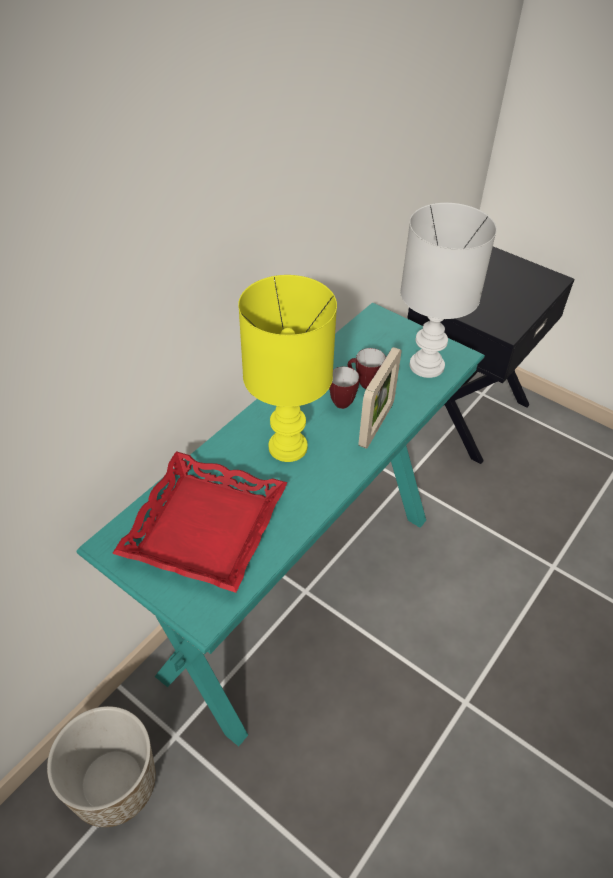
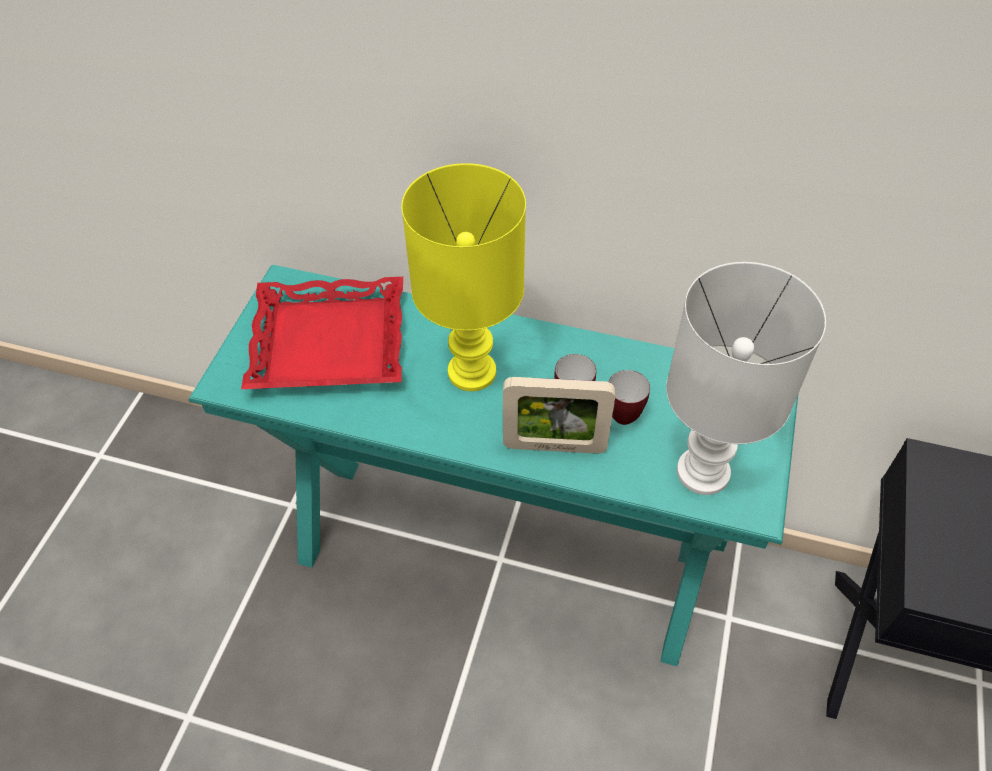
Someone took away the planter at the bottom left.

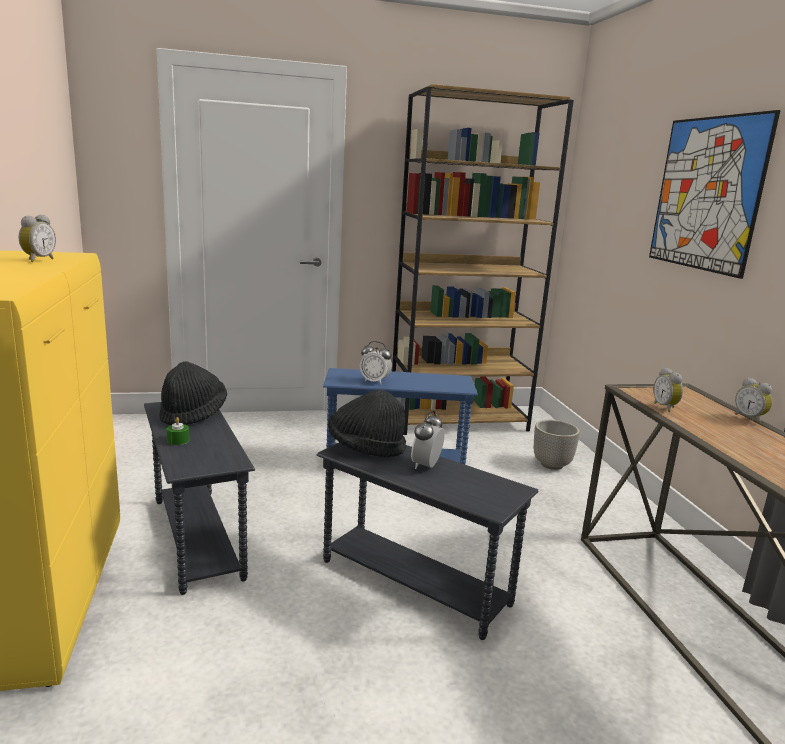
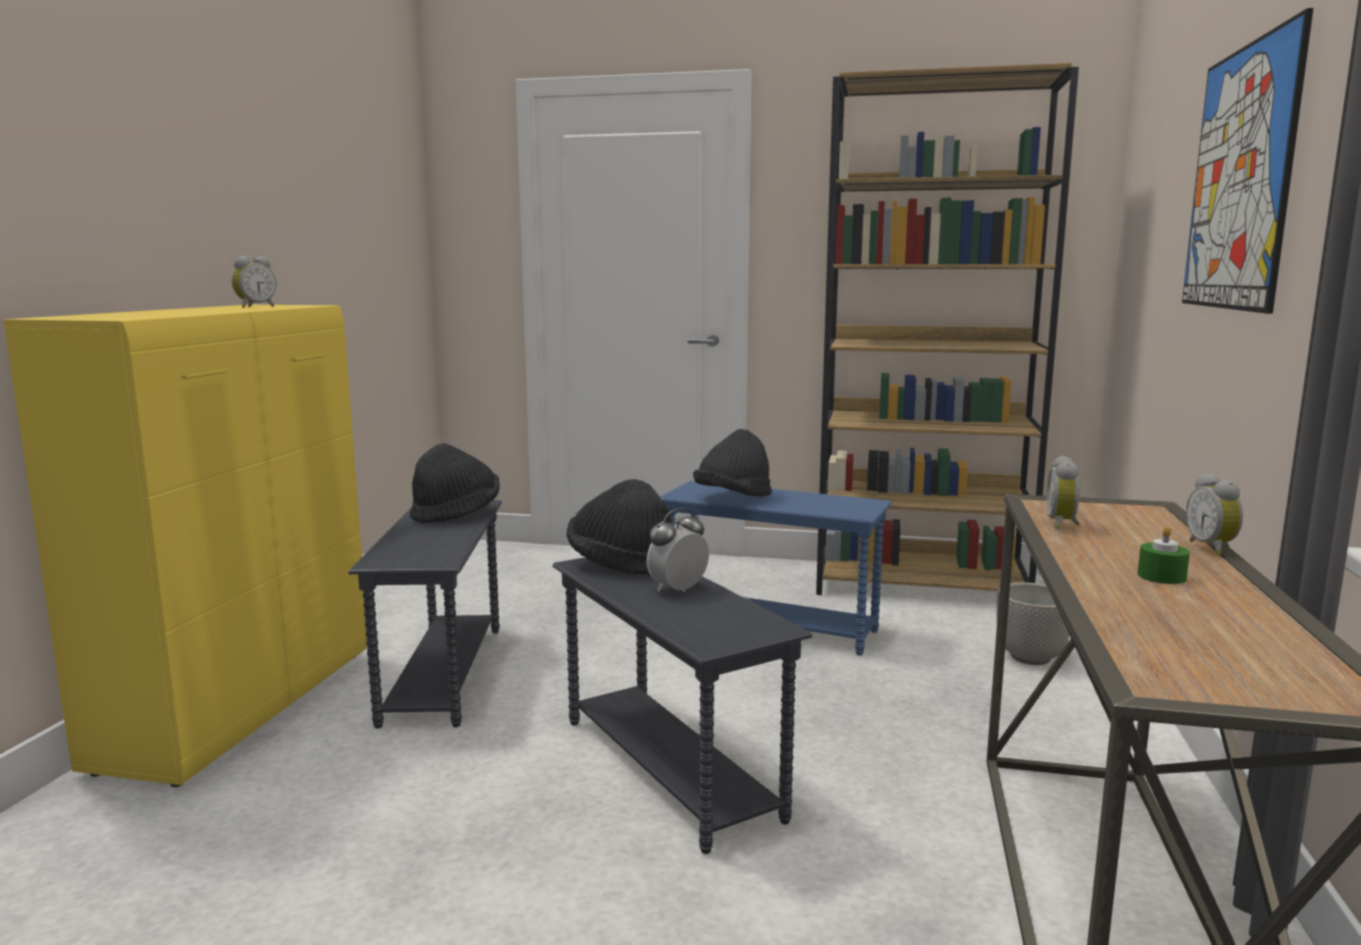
Someone carried the candle/green from the middle left to the middle right.
Someone swapped the alarm clock (2nd from left) at the centre for the hat/black (3rd from left) at the centre.

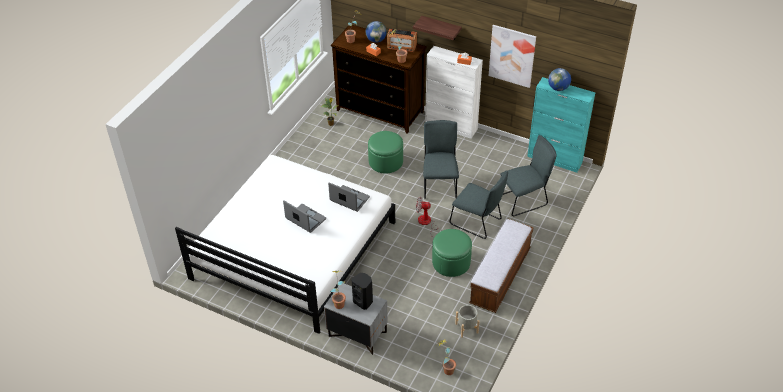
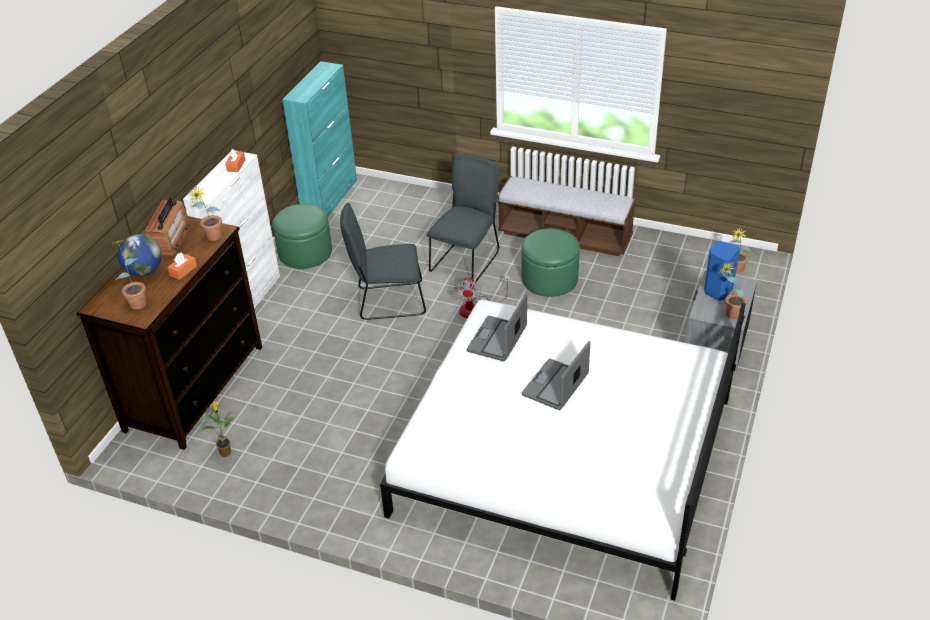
Someone repainted the speaker/black at the bottom centre, which became the speaker/blue at the middle right.
Someone carried the ottoman/green (1st from left) from the centre to the middle left.
Someone took away the shelf at the top centre.
Someone took away the planter/grey at the bottom centre.
Someone took away the picture at the top centre.
Someone took away the chair/grey (3rd from left) at the middle right.
Someone took away the globe (2nd from left) at the top right.

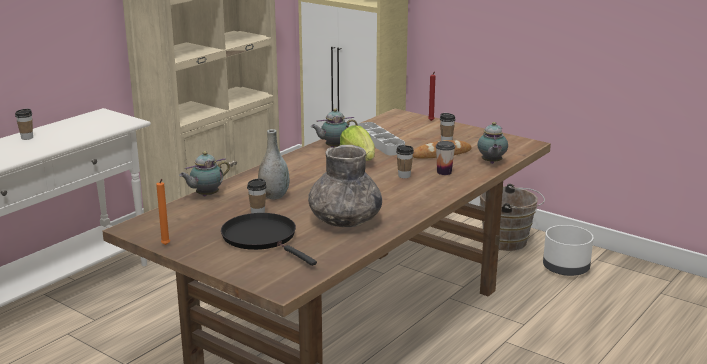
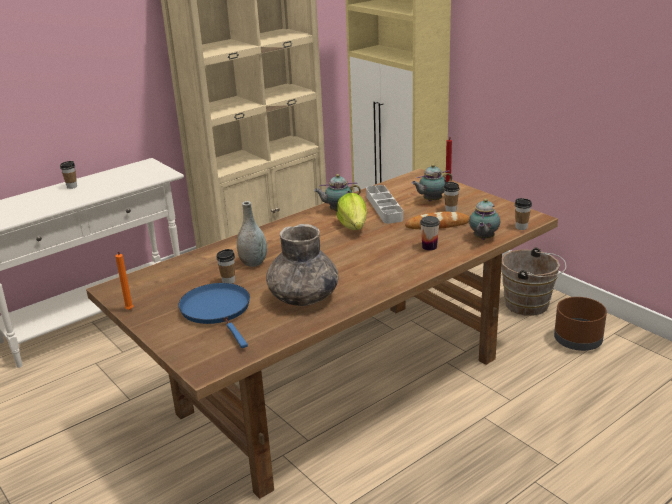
Someone carried the teapot (1st from left in the first image) from the middle left to the centre.
Someone repainted the frying pan/black at the centre, which became the frying pan/blue at the middle left.
Someone carried the cup (3rd from left in the first image) from the centre to the middle right.
Someone repainted the planter/white at the bottom right, which became the planter/brown at the middle right.

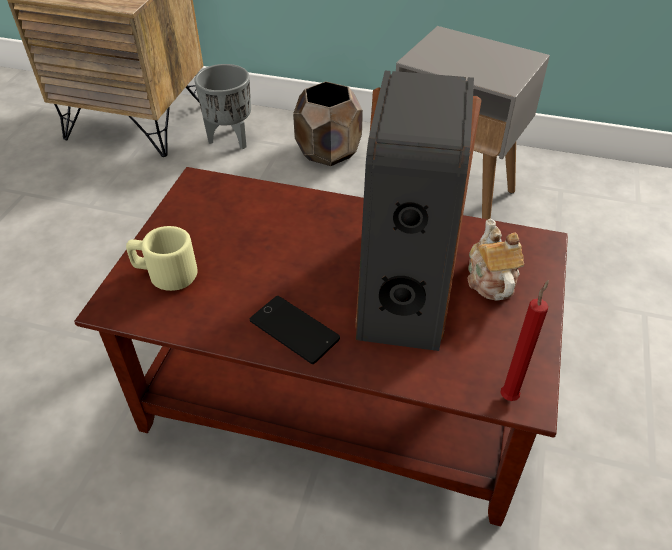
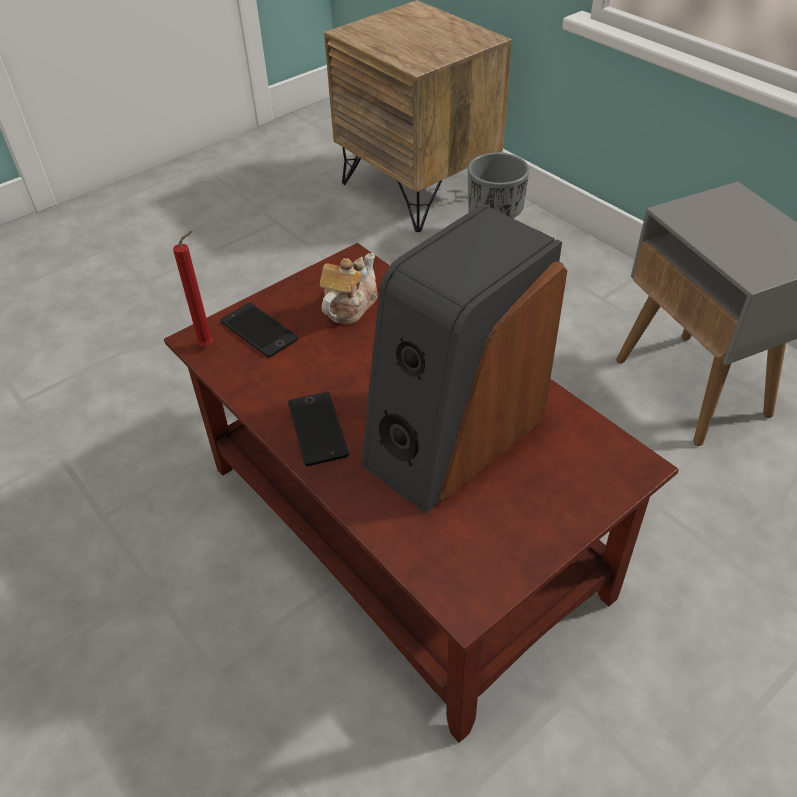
Someone swapped the mug/beige at the middle left for the phone (1st from left) at the middle left.
Someone took away the planter/brown at the top centre.
Someone carried the teapot from the middle right to the centre.
Someone carried the candle/red from the middle right to the middle left.

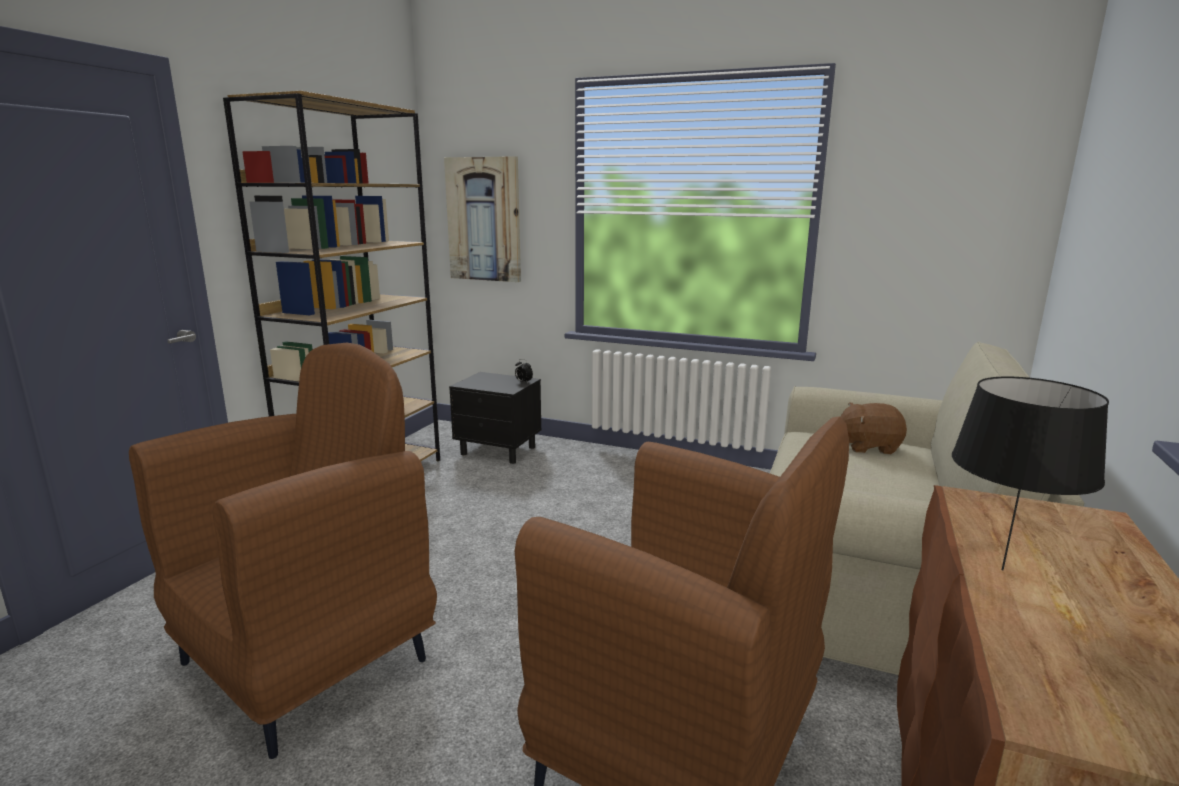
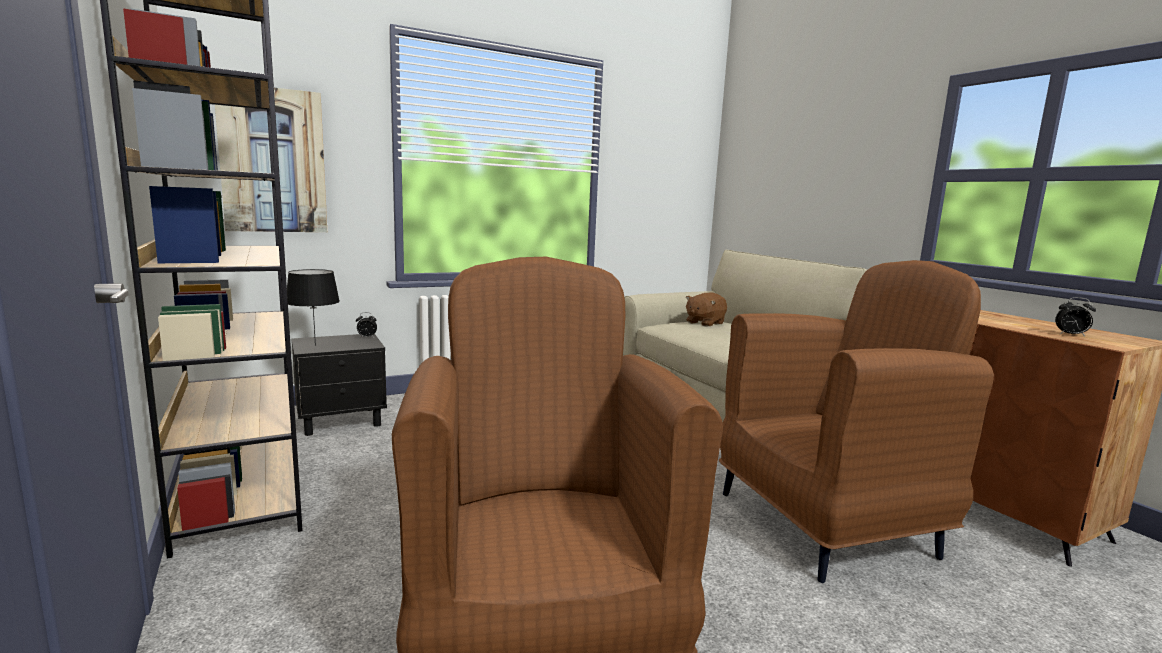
Someone carried the table lamp/black from the middle right to the middle left.
Someone put down the alarm clock (2nd from left) at the middle right.

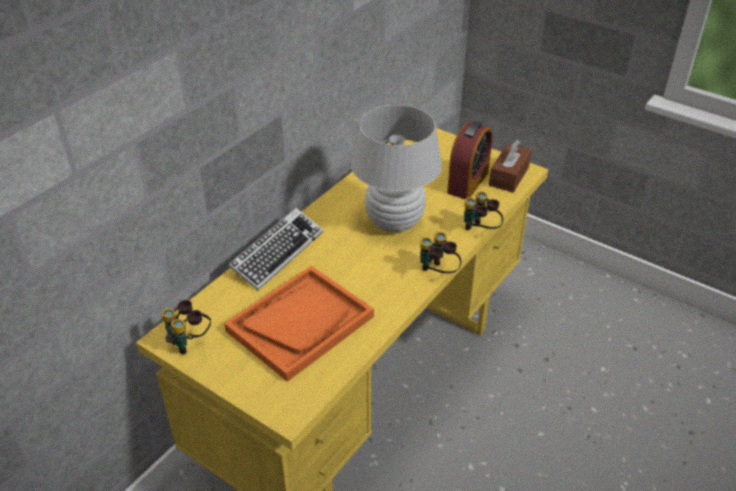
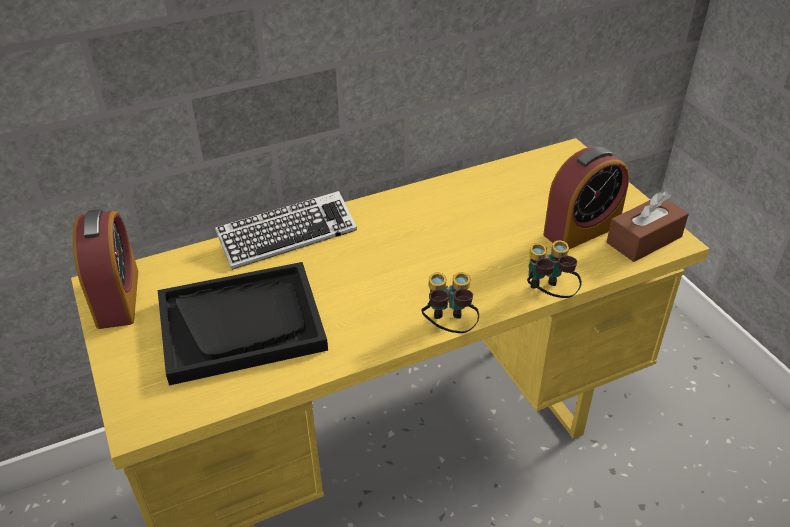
Someone swapped the binoculars (1st from left) at the middle left for the alarm clock (1st from left) at the middle left.
Someone repainted the tray/orange at the centre, which became the tray/black at the middle left.
Someone took away the table lamp/white at the centre.

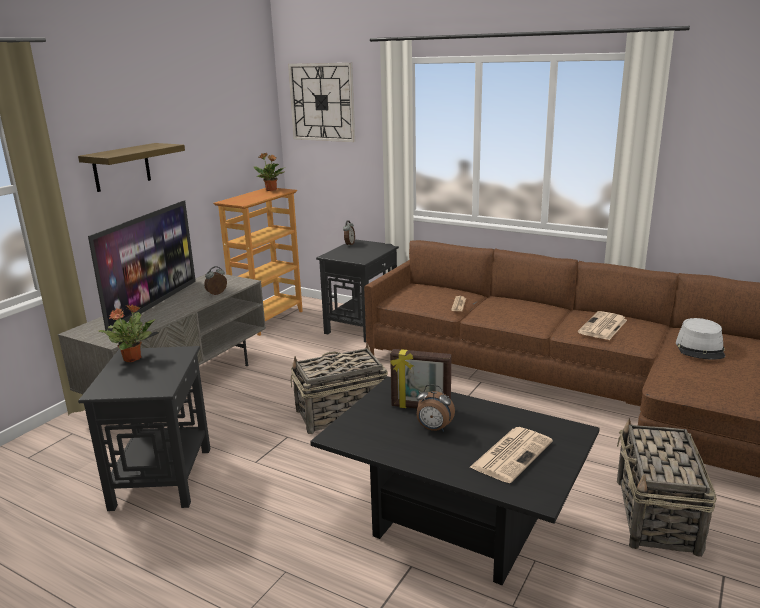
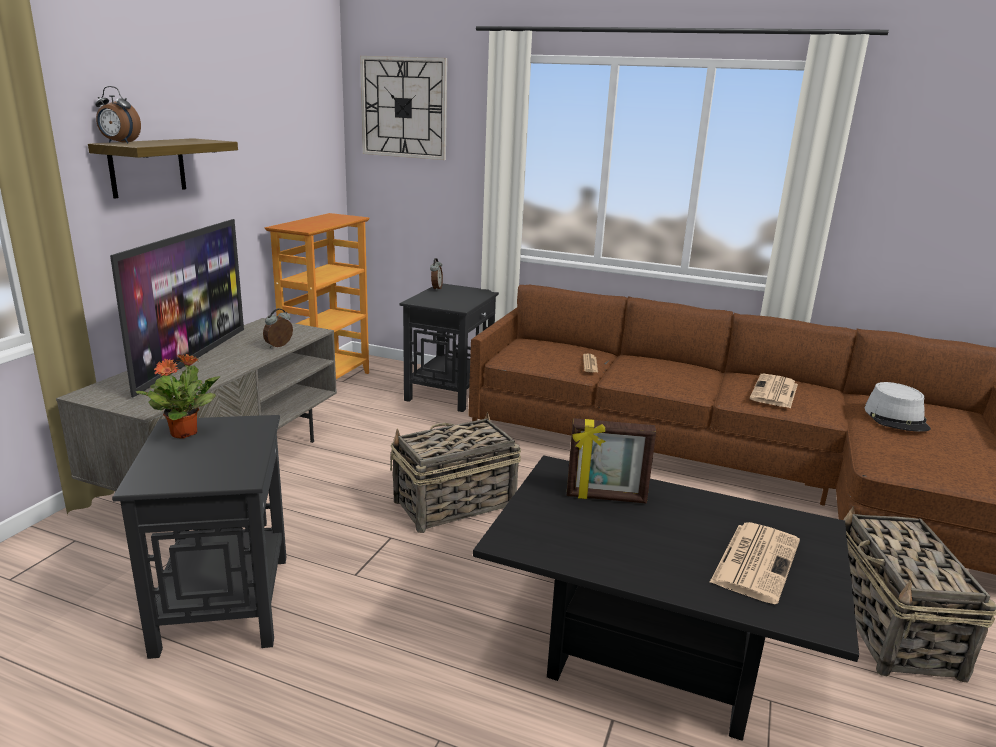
Someone took away the potted plant (2nd from left) at the top centre.
Someone carried the alarm clock (3rd from left in the first image) from the bottom centre to the top left.

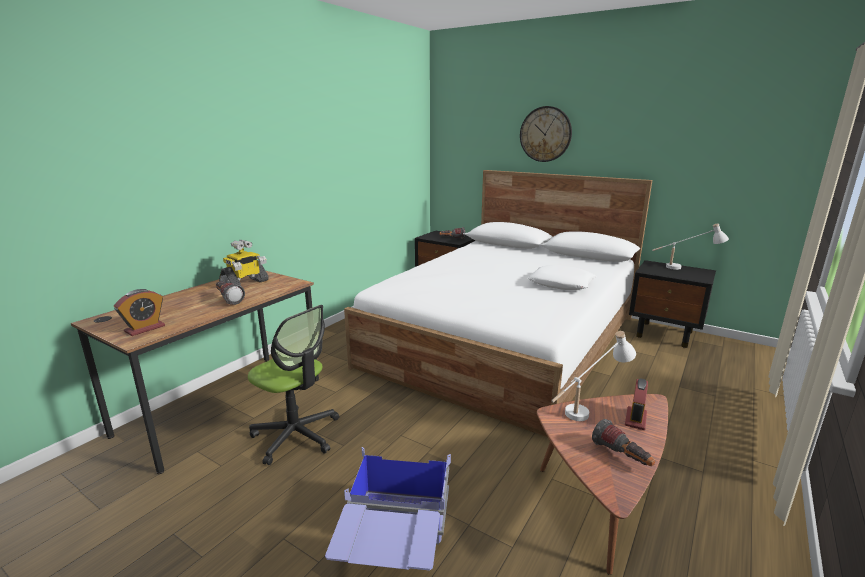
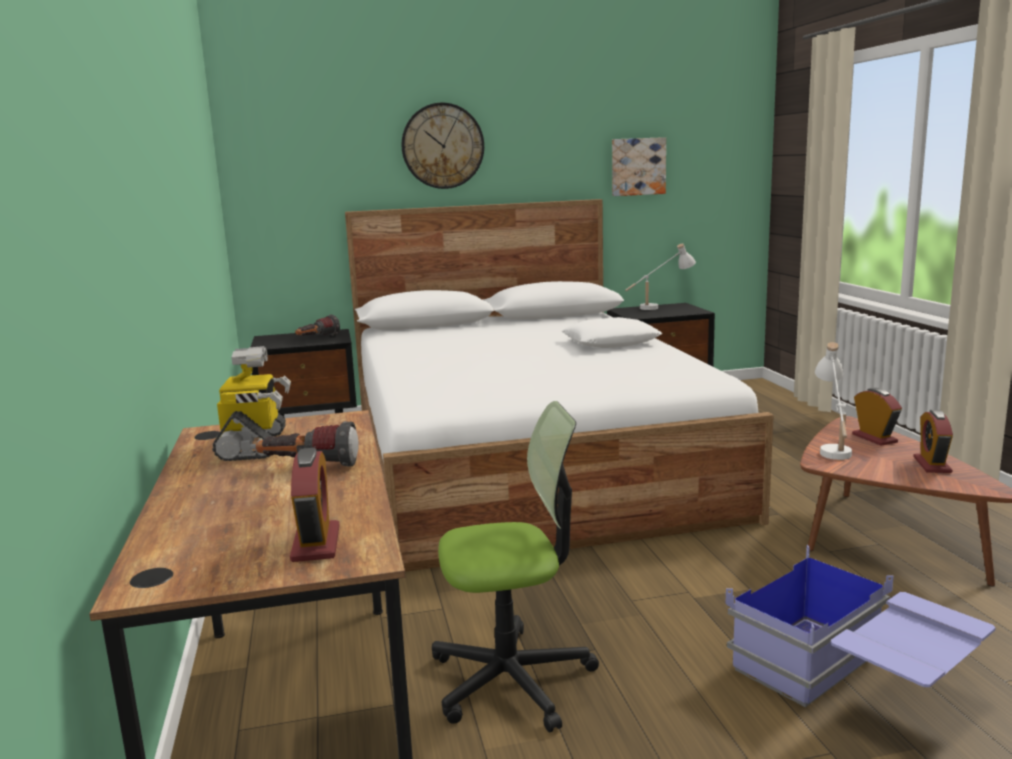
Someone swapped the flashlight (3rd from left) at the bottom right for the alarm clock (3rd from left) at the middle right.
Someone put up the picture at the top centre.

